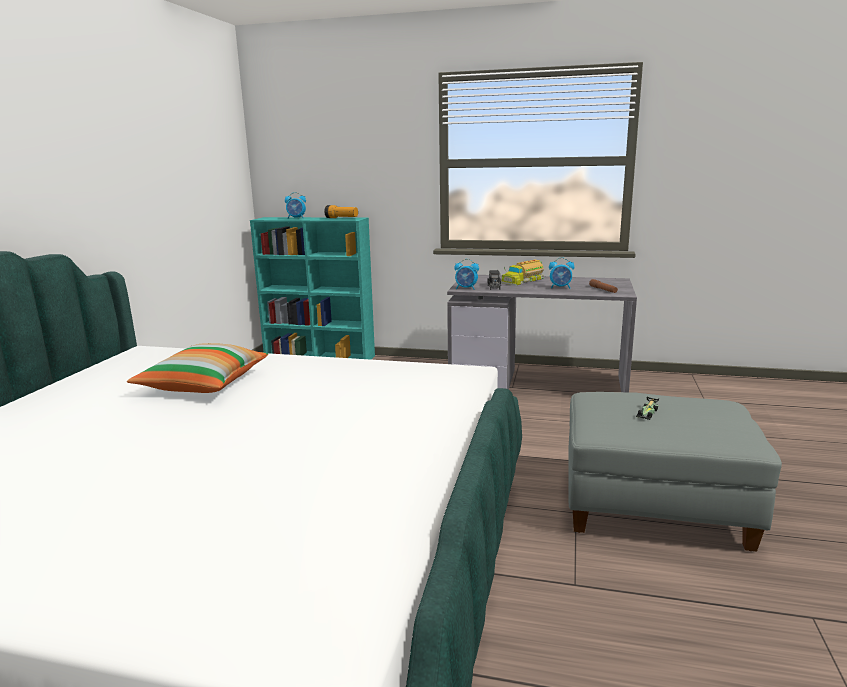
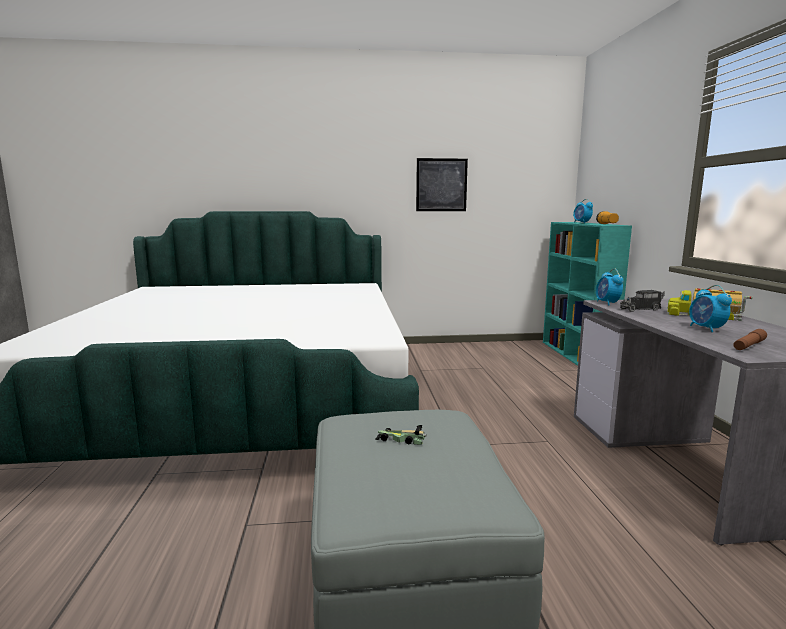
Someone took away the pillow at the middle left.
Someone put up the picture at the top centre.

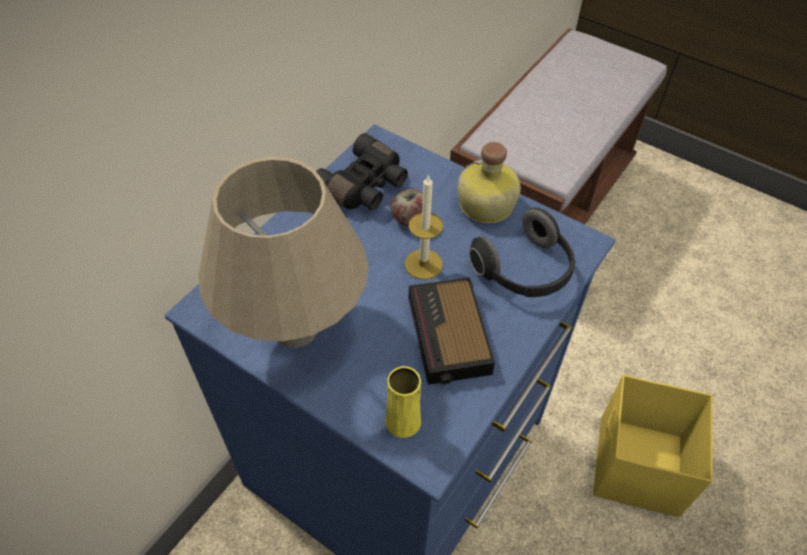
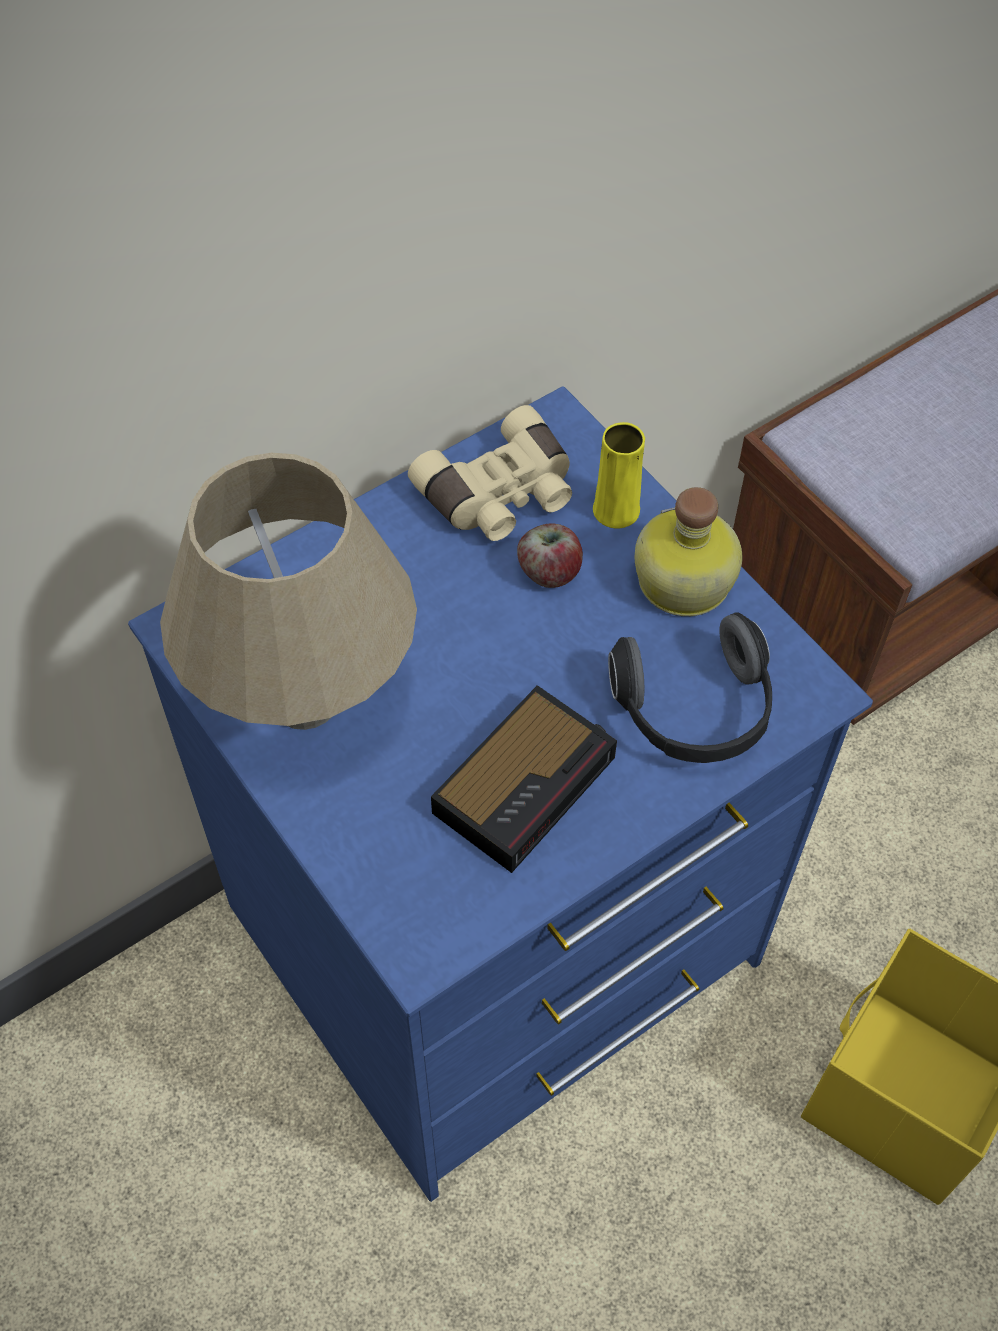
Someone repainted the binoculars/black at the top centre, which became the binoculars/beige at the centre.
Someone carried the vase/yellow from the bottom centre to the centre.
Someone took away the candle at the centre.
Someone rotated the alarm clock at the centre by 150 degrees counterclockwise.

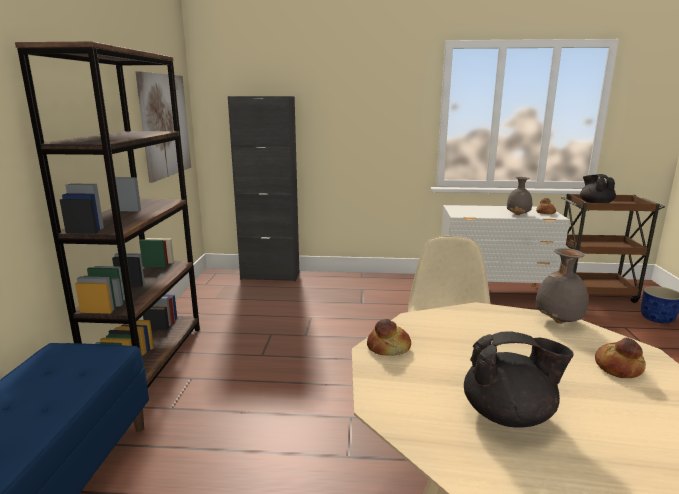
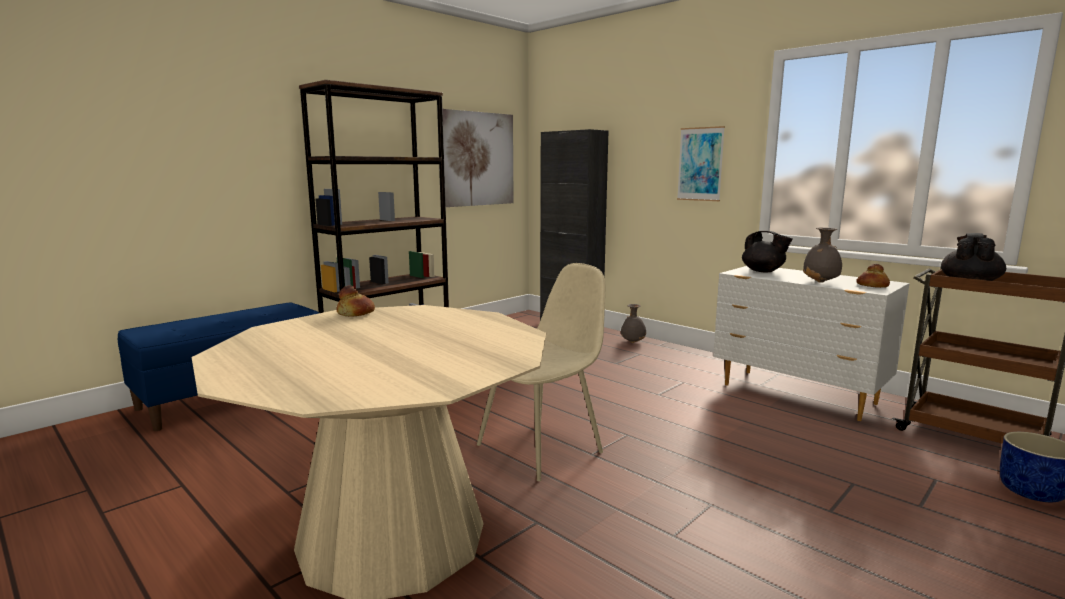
Someone carried the teapot/black (1st from left) from the bottom right to the middle right.
Someone carried the vase/grey (2nd from left in the first image) from the middle right to the centre.
Someone took away the bread (3rd from left) at the bottom right.
Someone put up the picture (2nd from left) at the top centre.

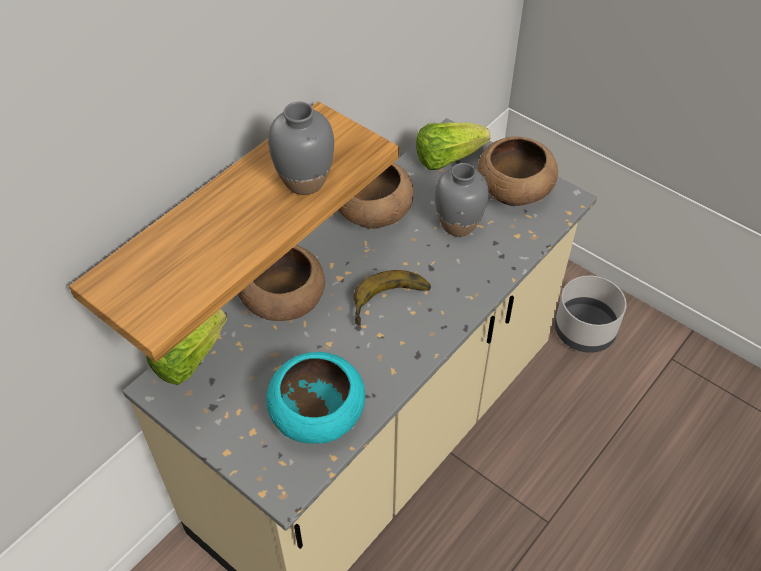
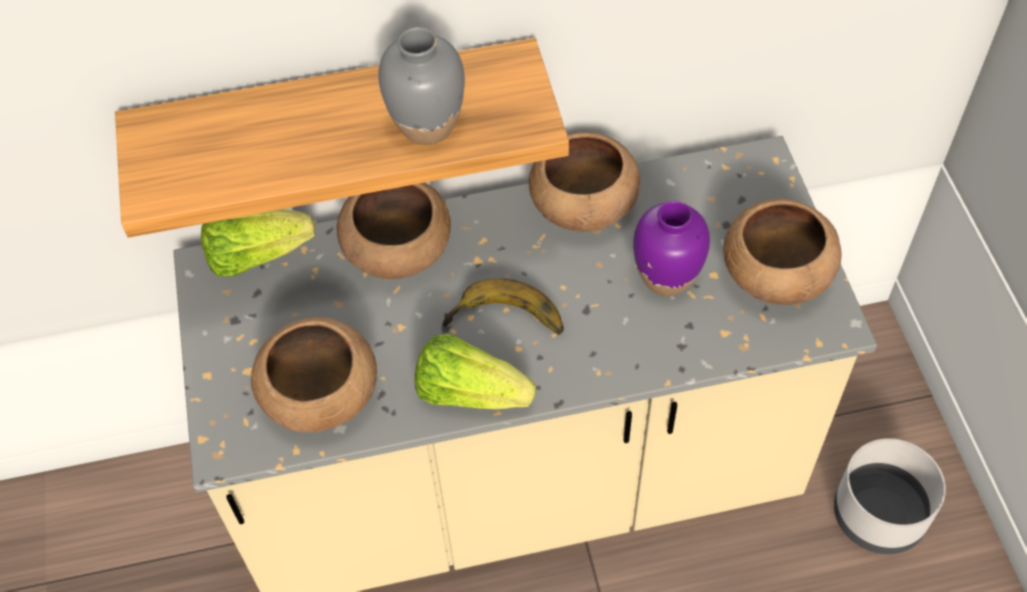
Someone repainted the bowl/turquoise at the bottom centre, which became the bowl/brown (1st from left) at the middle left.
Someone carried the lettuce (2nd from left) from the top centre to the centre.
Someone repainted the vase/grey (2nd from left) at the centre, which became the vase/purple at the centre.

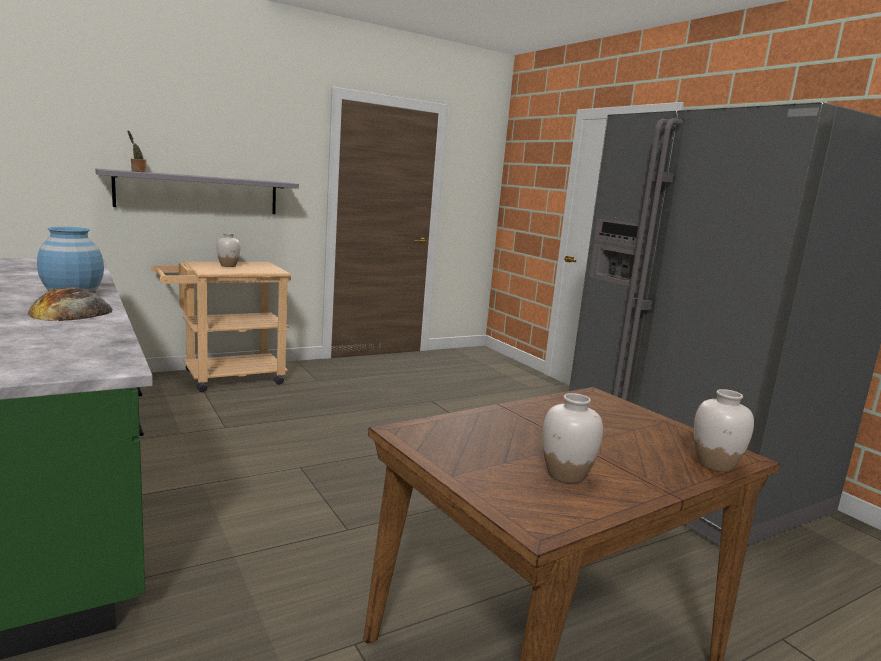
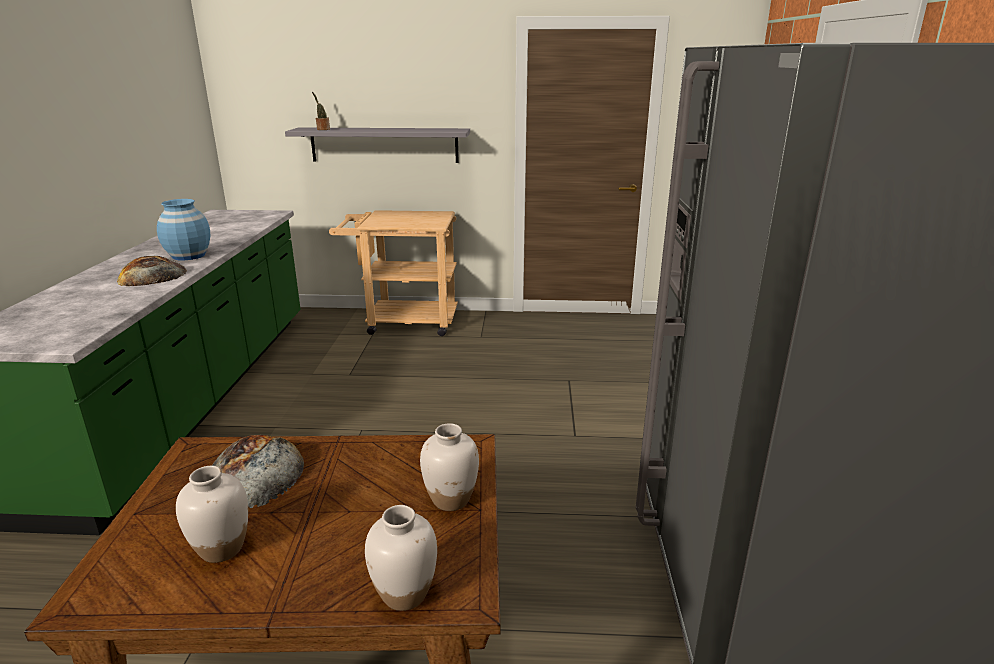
Someone carried the vase/white (1st from left in the first image) from the middle left to the bottom centre.
Someone put down the bread (2nd from left) at the bottom left.

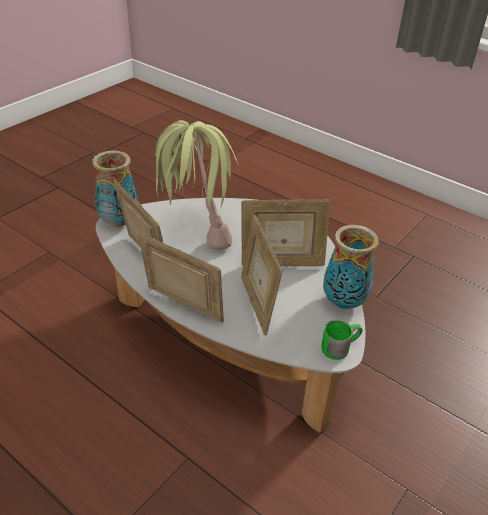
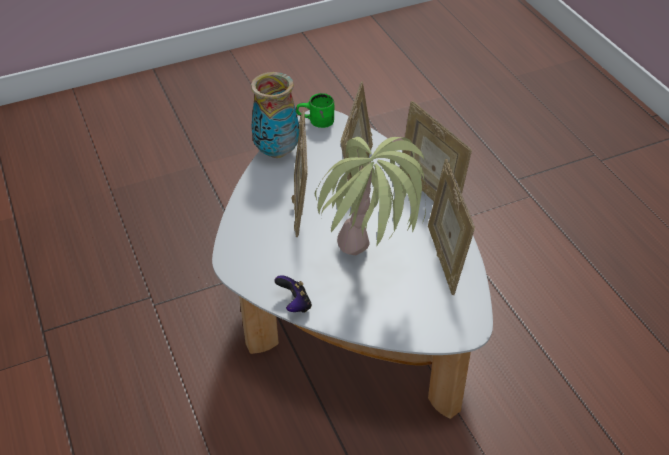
Someone took away the vase (1st from left) at the middle left.
Someone rotated the picture frame (4th from left in the first image) at the centre by 120 degrees counterclockwise.
Someone put down the game controller at the centre.

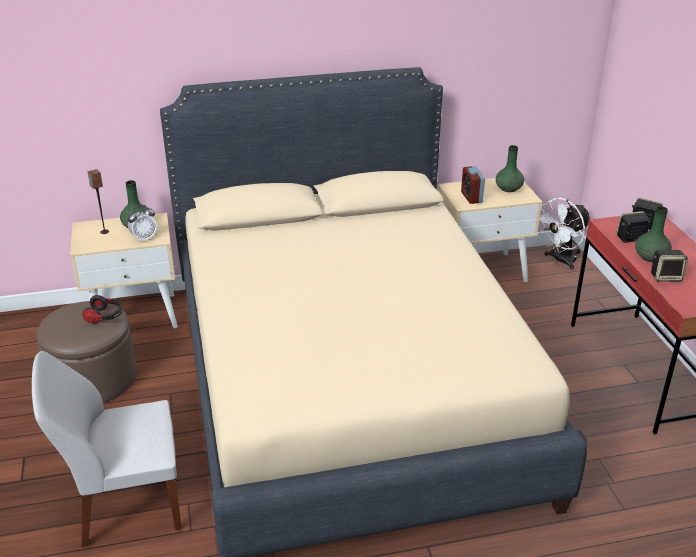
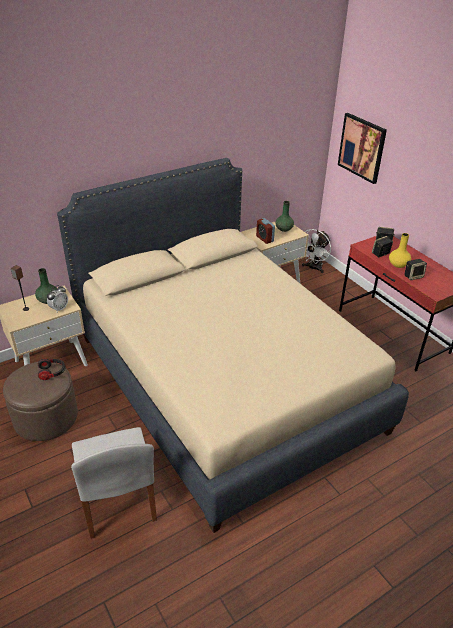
Someone rotated the chair/white at the bottom left by 75 degrees counterclockwise.
Someone repainted the vase/green (3rd from left) at the middle right, which became the vase/yellow at the middle right.
Someone put up the picture at the top right.

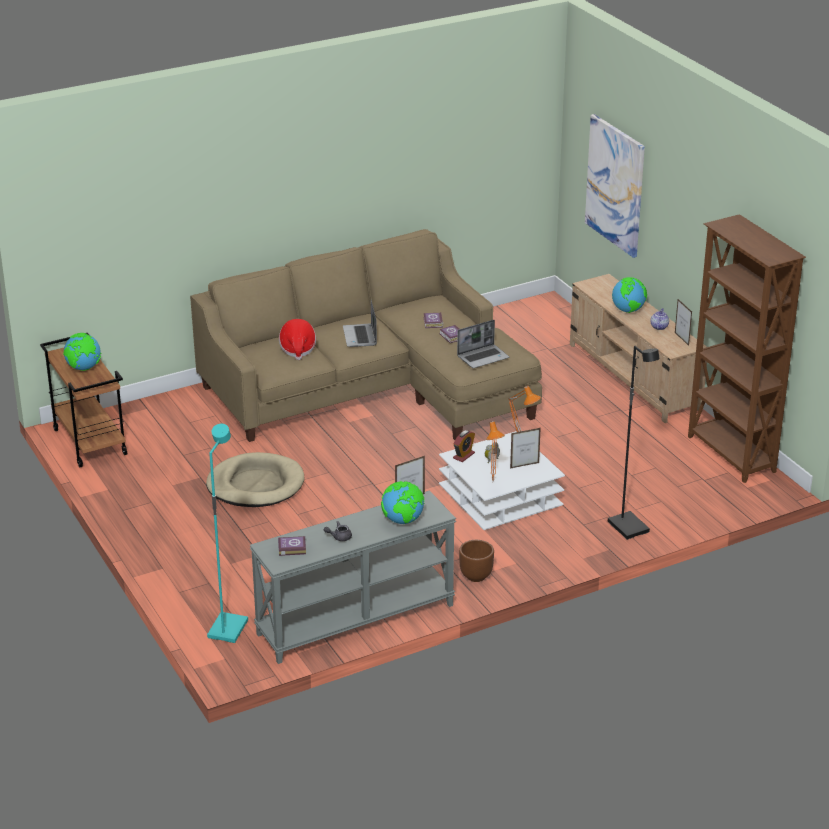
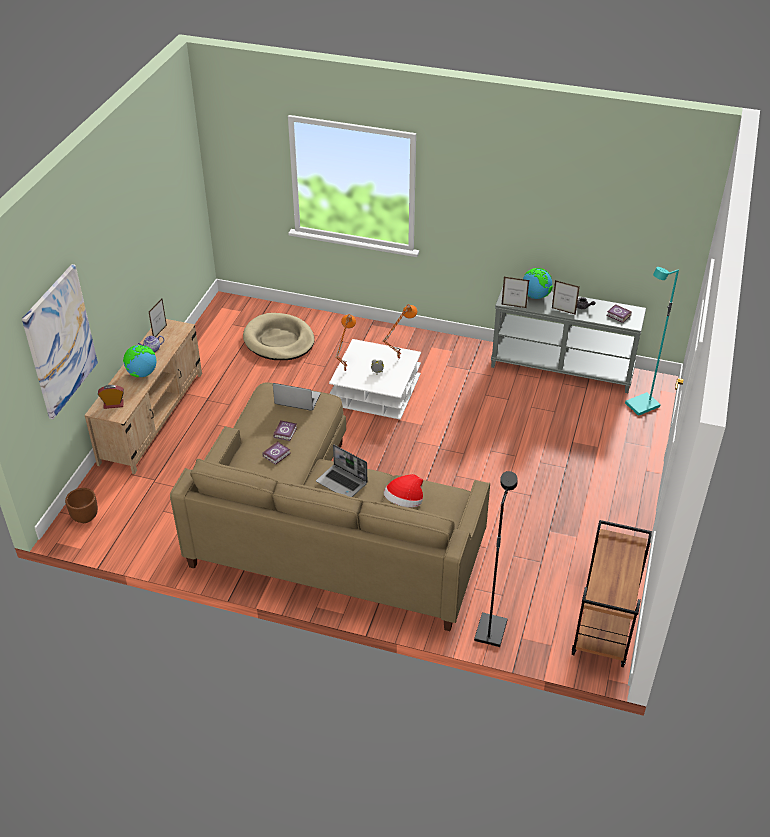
Someone took away the globe (1st from left) at the middle left.
Someone carried the dog bed/beige from the middle left to the centre.
Someone rotated the laptop (1st from left in the first image) at the centre by 90 degrees clockwise.
Someone carried the alarm clock (1st from left) from the centre to the middle left.
Someone carried the planter/brown from the bottom centre to the middle left.
Someone carried the picture frame (2nd from left in the first image) from the centre to the middle right.
Someone carried the floor lamp/black from the middle right to the bottom centre.
Someone took away the bookcase/brown at the middle right.

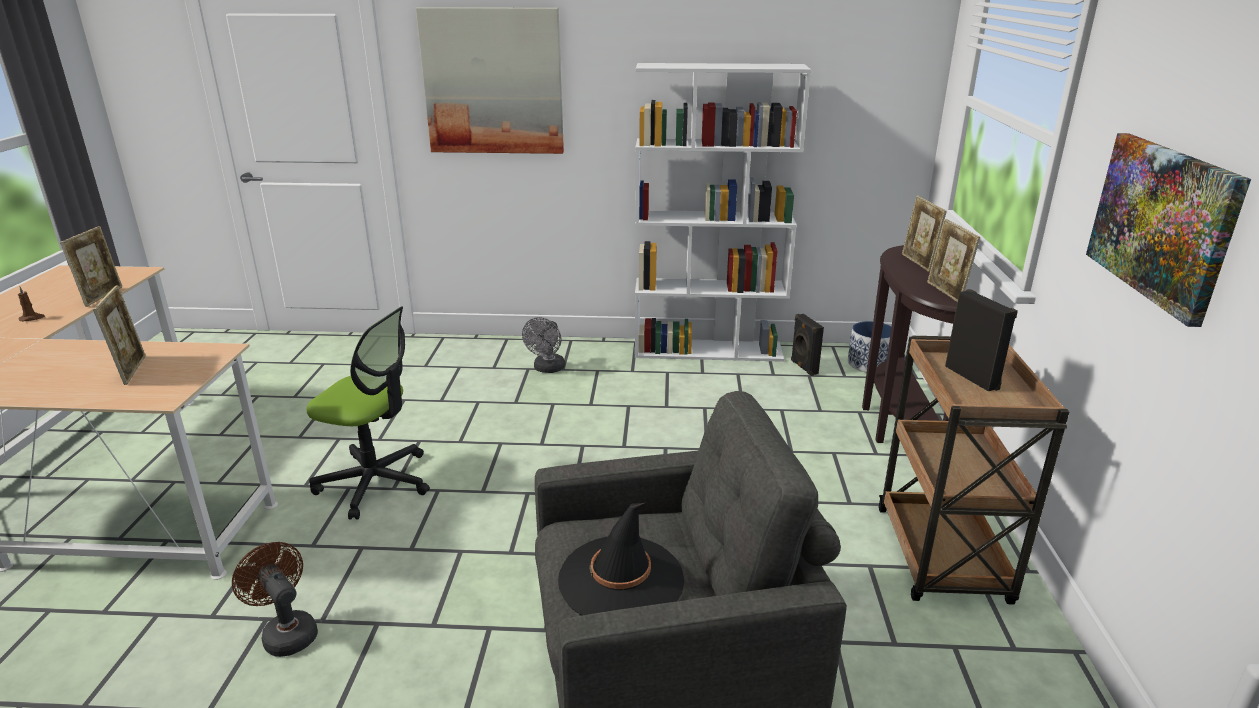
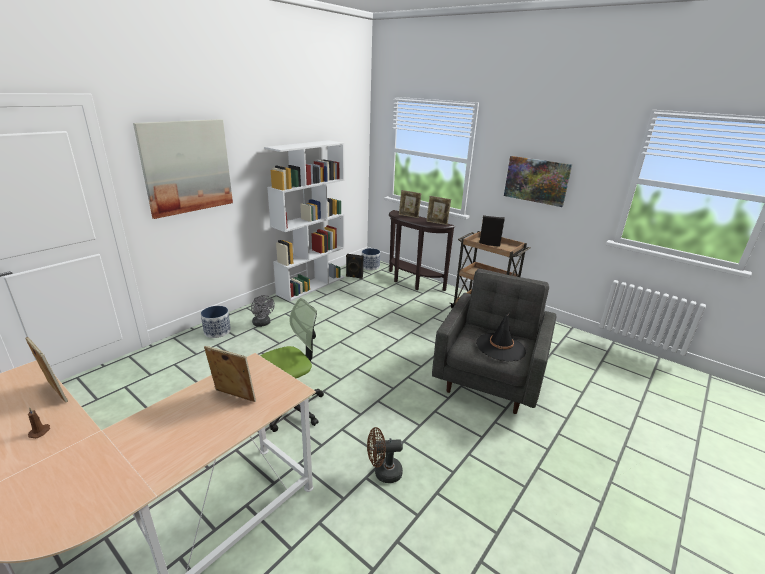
Someone put down the planter (1st from left) at the middle left.

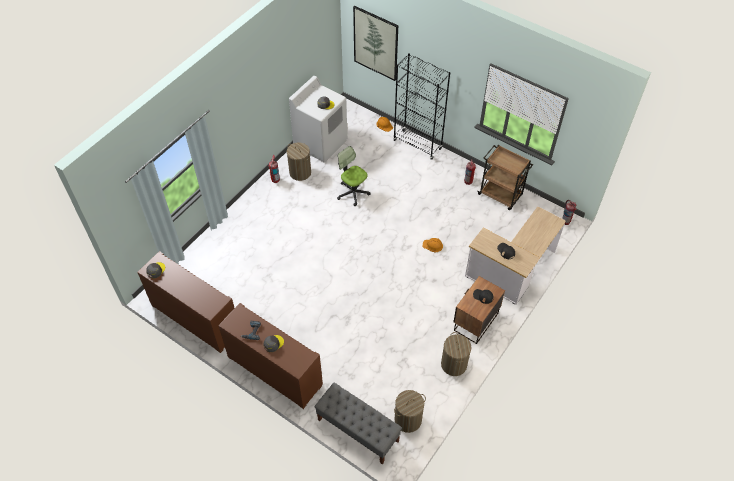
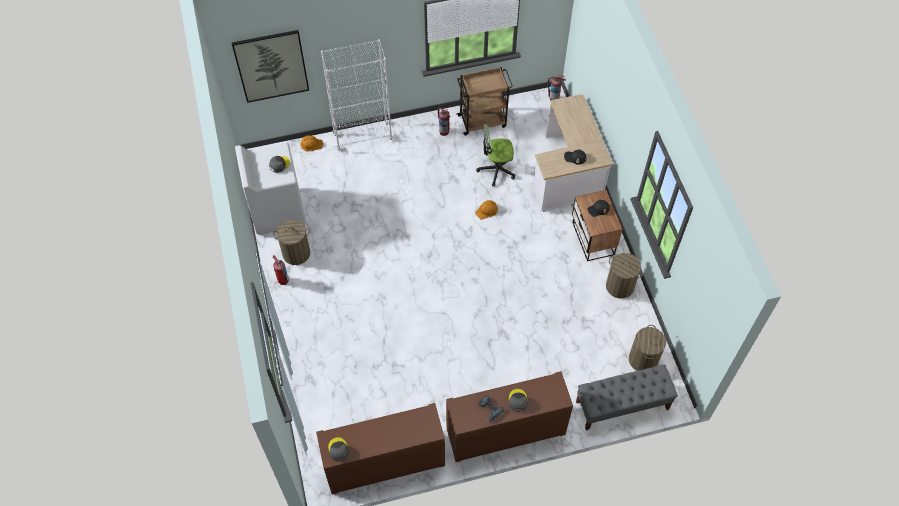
Someone carried the office chair from the centre to the top centre.
Someone repainted the bookcase/black at the top centre, which became the bookcase/white at the top centre.

